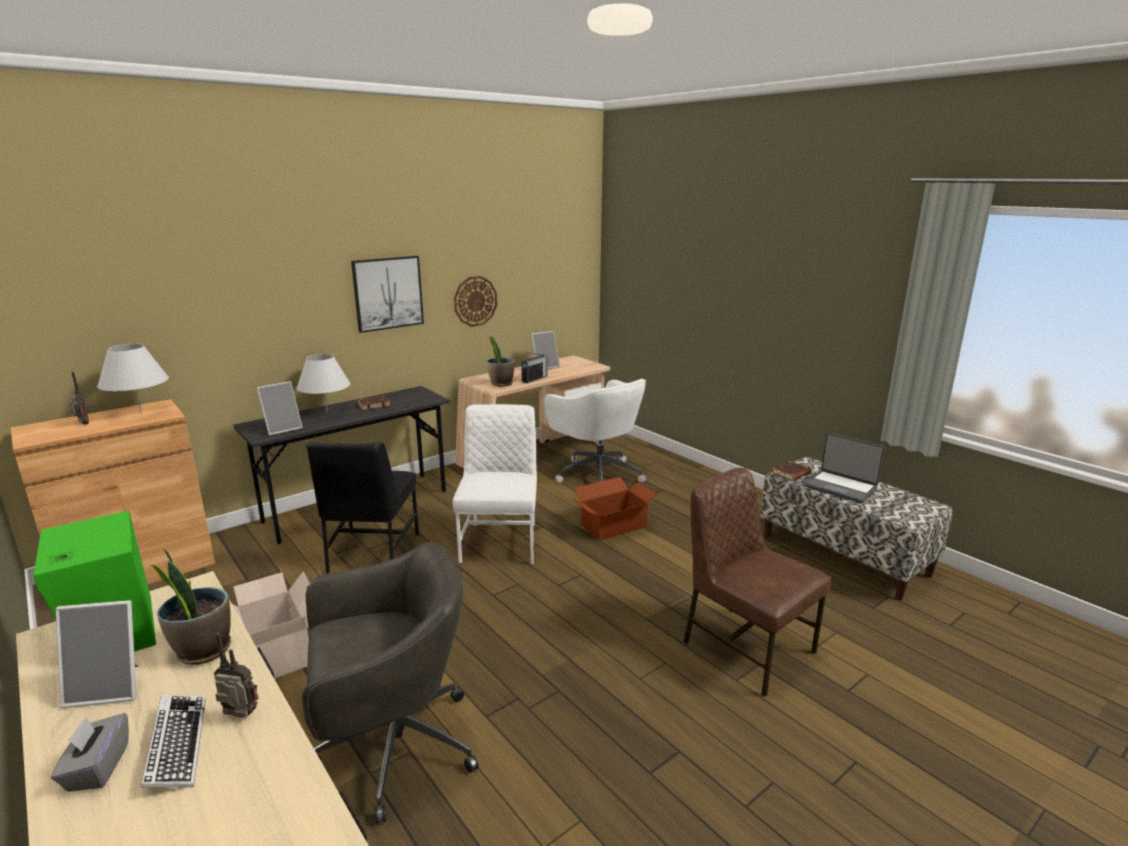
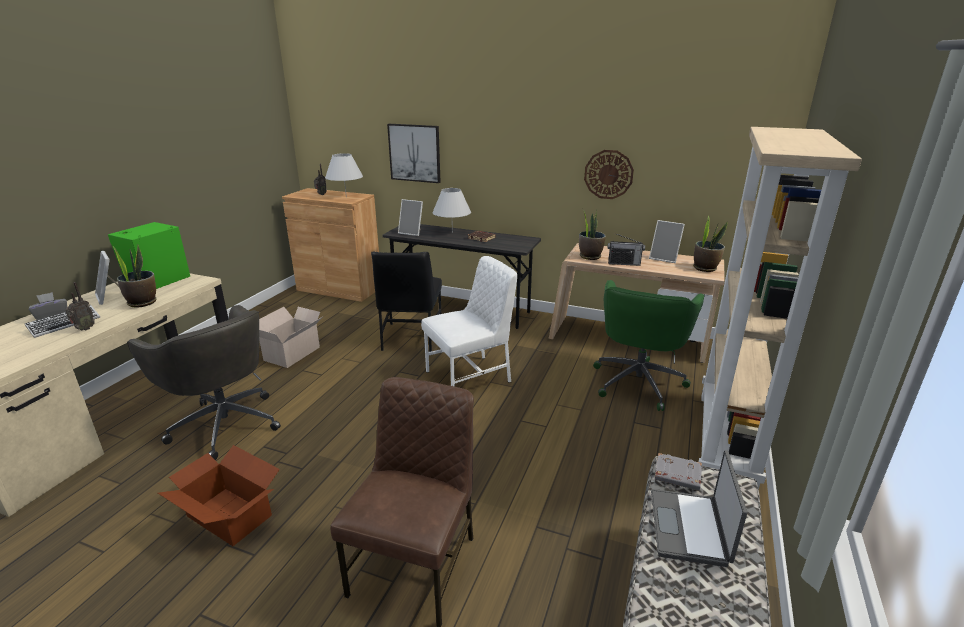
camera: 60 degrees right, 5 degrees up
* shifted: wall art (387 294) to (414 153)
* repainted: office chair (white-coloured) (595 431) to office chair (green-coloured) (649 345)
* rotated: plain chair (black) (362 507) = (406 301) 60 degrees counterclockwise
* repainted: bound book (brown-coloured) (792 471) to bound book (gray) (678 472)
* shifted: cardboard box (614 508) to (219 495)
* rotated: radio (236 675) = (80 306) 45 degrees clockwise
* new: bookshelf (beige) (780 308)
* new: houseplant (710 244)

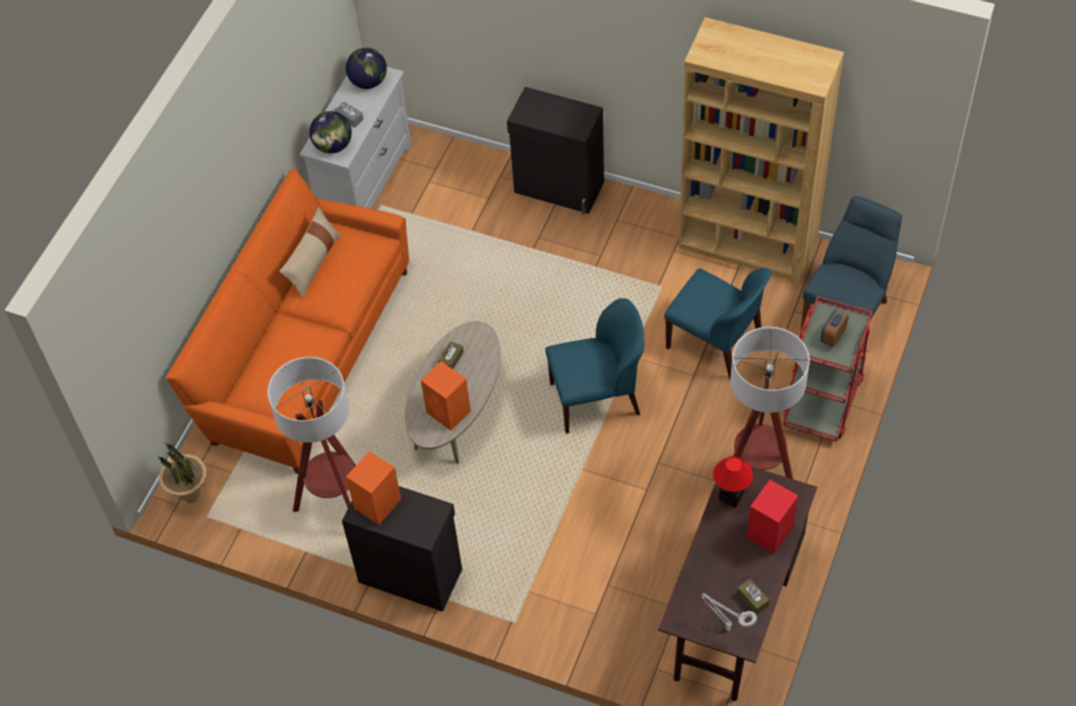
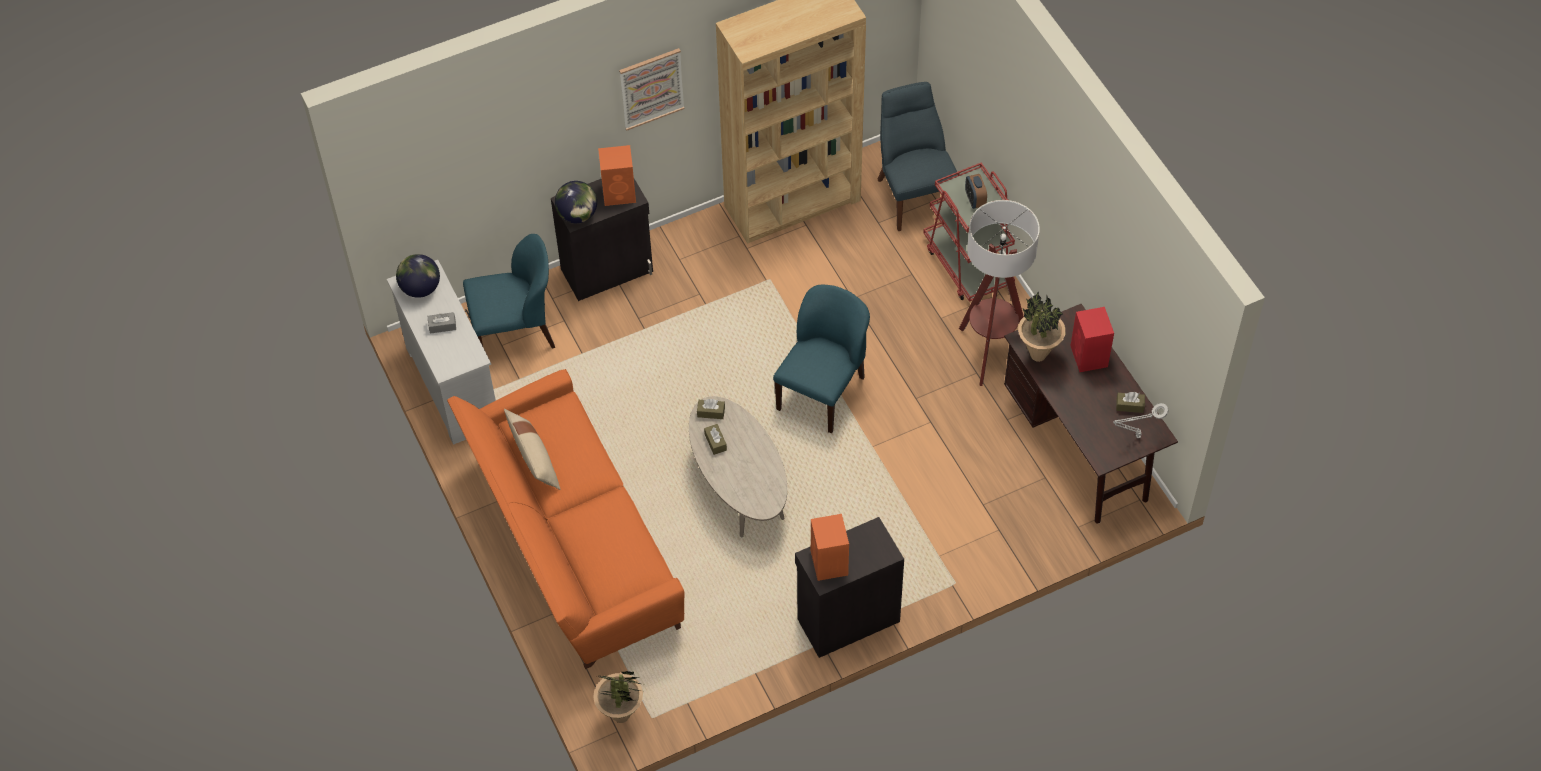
camera: 50 degrees left, 0 degrees up
* shifted: globe (330 132) to (576 202)
* shifted: plain chair (blue-coloured) (718 323) to (509 291)
* gone: standard lamp (312 434)
* shifted: loudspeaker (orange) (446 395) to (617 175)
* swapped: lamp for a table (733 481) to houseplant (1042 326)
* new: wall art (652 89)
* new: box of tissues (brown-coloured) (711 409)

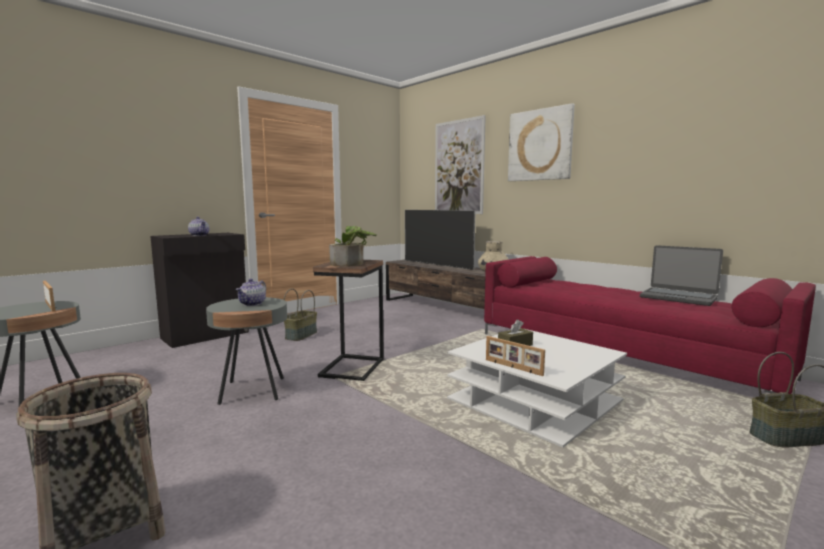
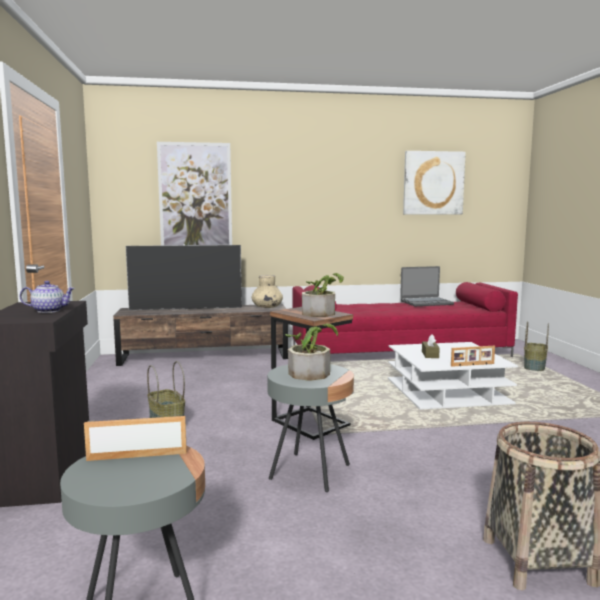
camera: 55 degrees left, 0 degrees up
* shifted: wall art (541 142) to (434 183)
* swapped: pot for tea (251 292) to houseplant (311 352)

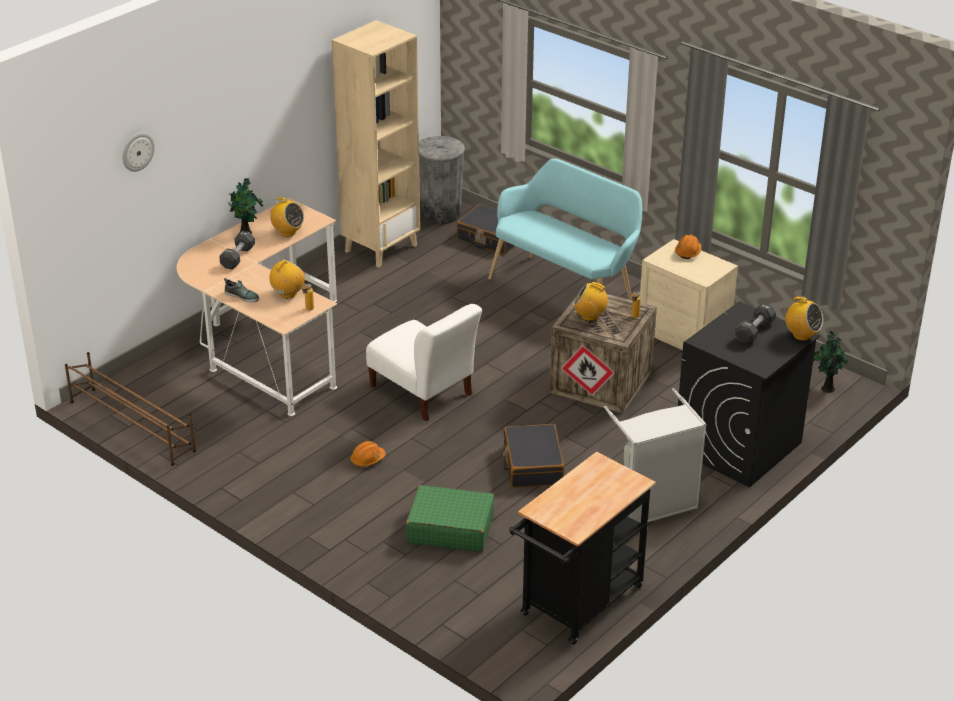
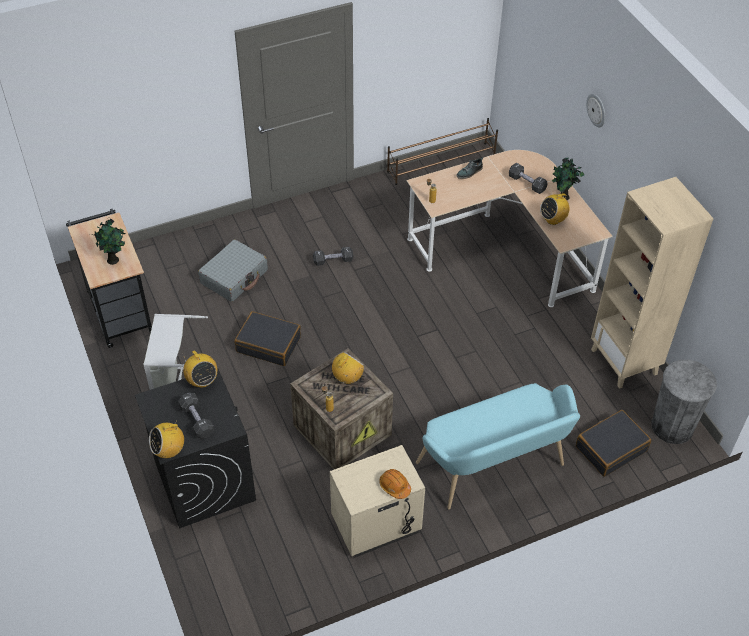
camera: 115 degrees right, 15 degrees up
* shifted: wall clock (138 152) to (595 110)
* shifted: radio (287 279) to (200 369)
* gone: plain chair (white-coloured) (424 362)
* shifted: houseplant (830 361) to (109 242)
* swapped: work helmet (orange) (368 454) to free weight (black) (333 256)
* repainted: piece of luggage (green-coloured) (450 518) to piece of luggage (gray) (233 270)

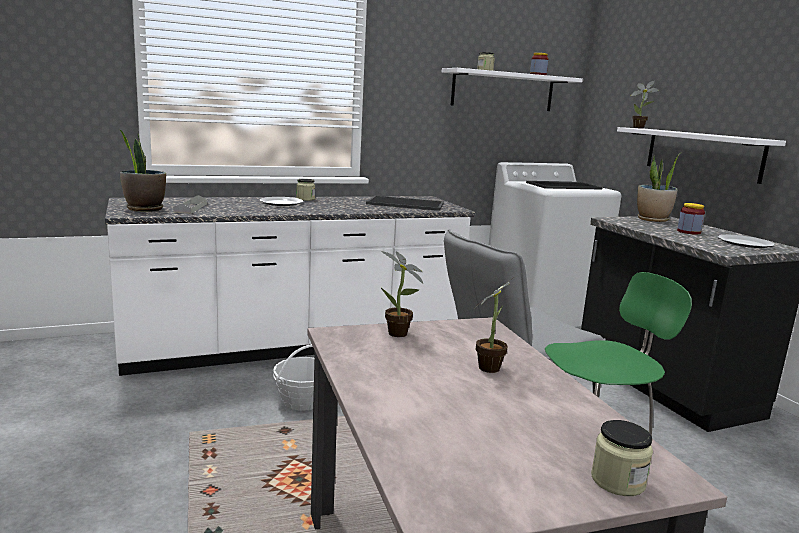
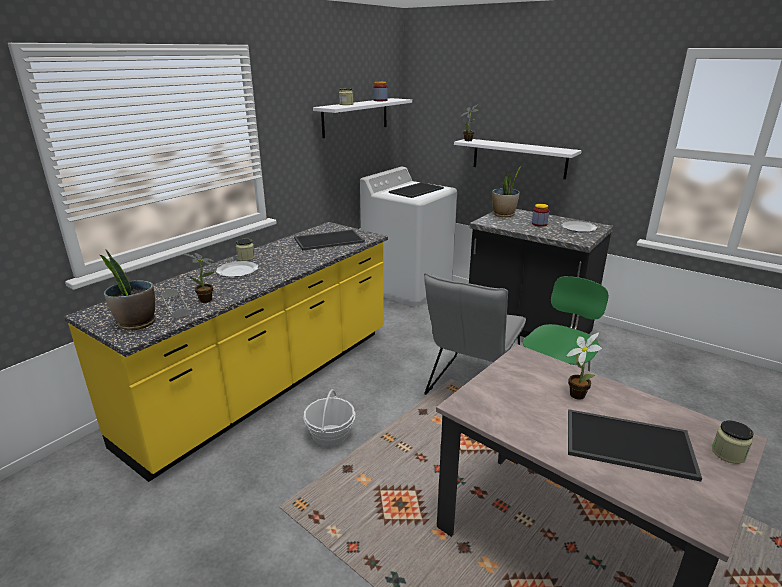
camera: 30 degrees left, 10 degrees up
* repainted: counter (white-coloured) (290 286) to counter (yellow) (226 352)
* shifted: houseplant (401 294) to (199 278)
* new: carrying tray (635 445)

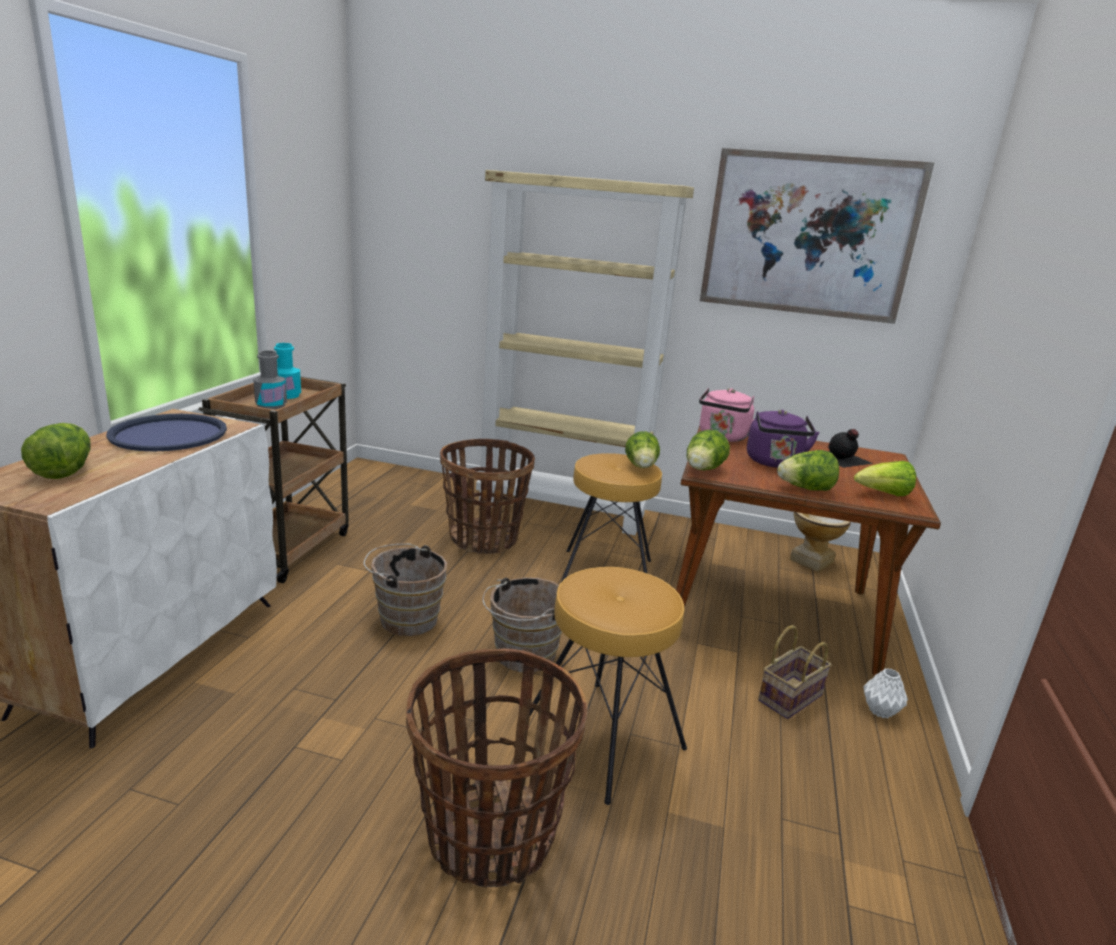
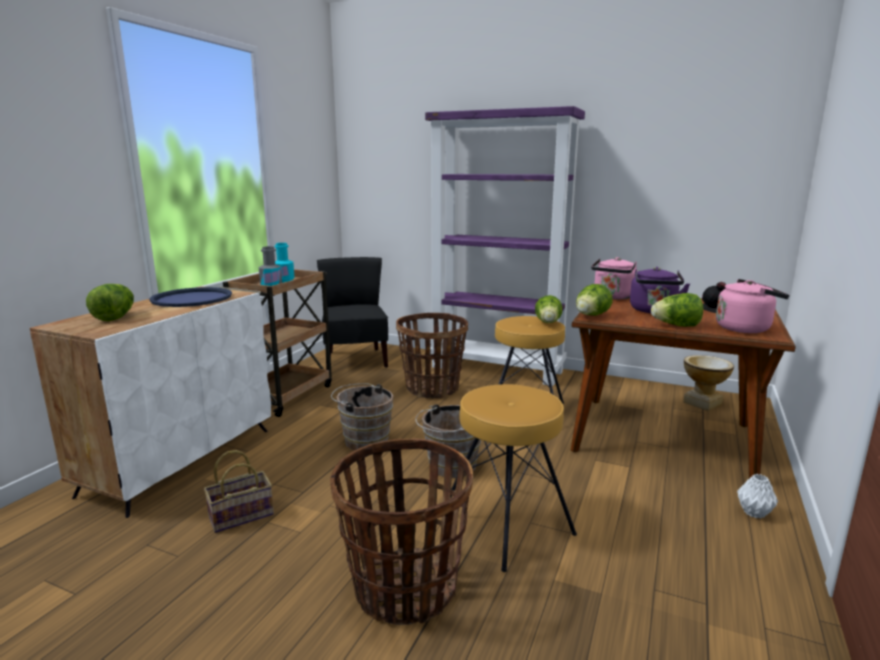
camera: 10 degrees right, 5 degrees down
* gone: wall art (817 236)
* repainted: bookshelf (beige) (585 352) to bookshelf (purplish) (505 246)
* swapped: lettuce head (885 478) to tea kettle (pink) (752 306)
* shifted: storage basket (795 672) to (239 491)
* new: plain chair (black) (352 313)

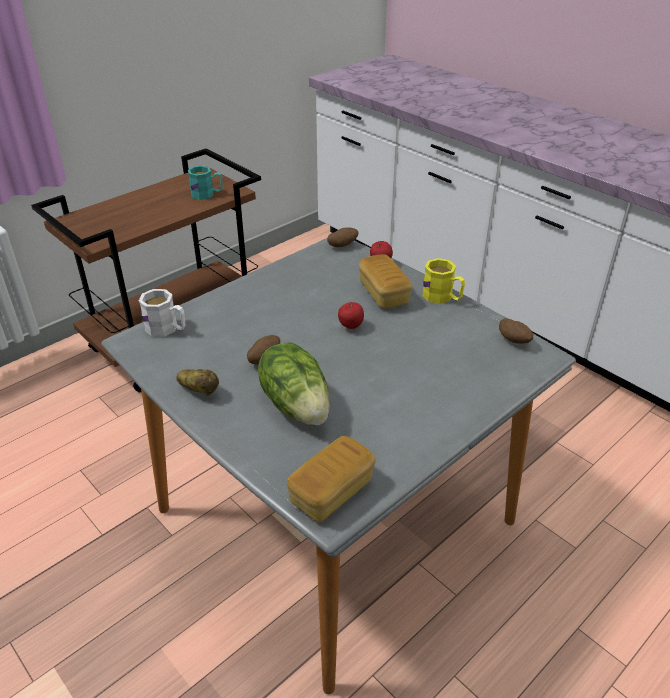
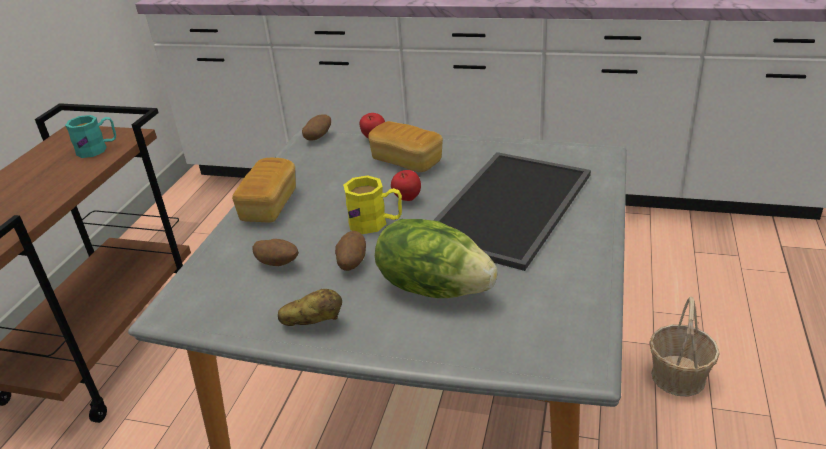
camera: 30 degrees left, 5 degrees down
* shifted: tea mug (yellow) (443 281) to (372 204)
* gone: tea mug (white-coloured) (162 313)
* shifted: potato (516 331) to (275 252)
* shifted: bread (331 479) to (264 190)
* new: carrying tray (512 211)
* new: storage basket (684 346)

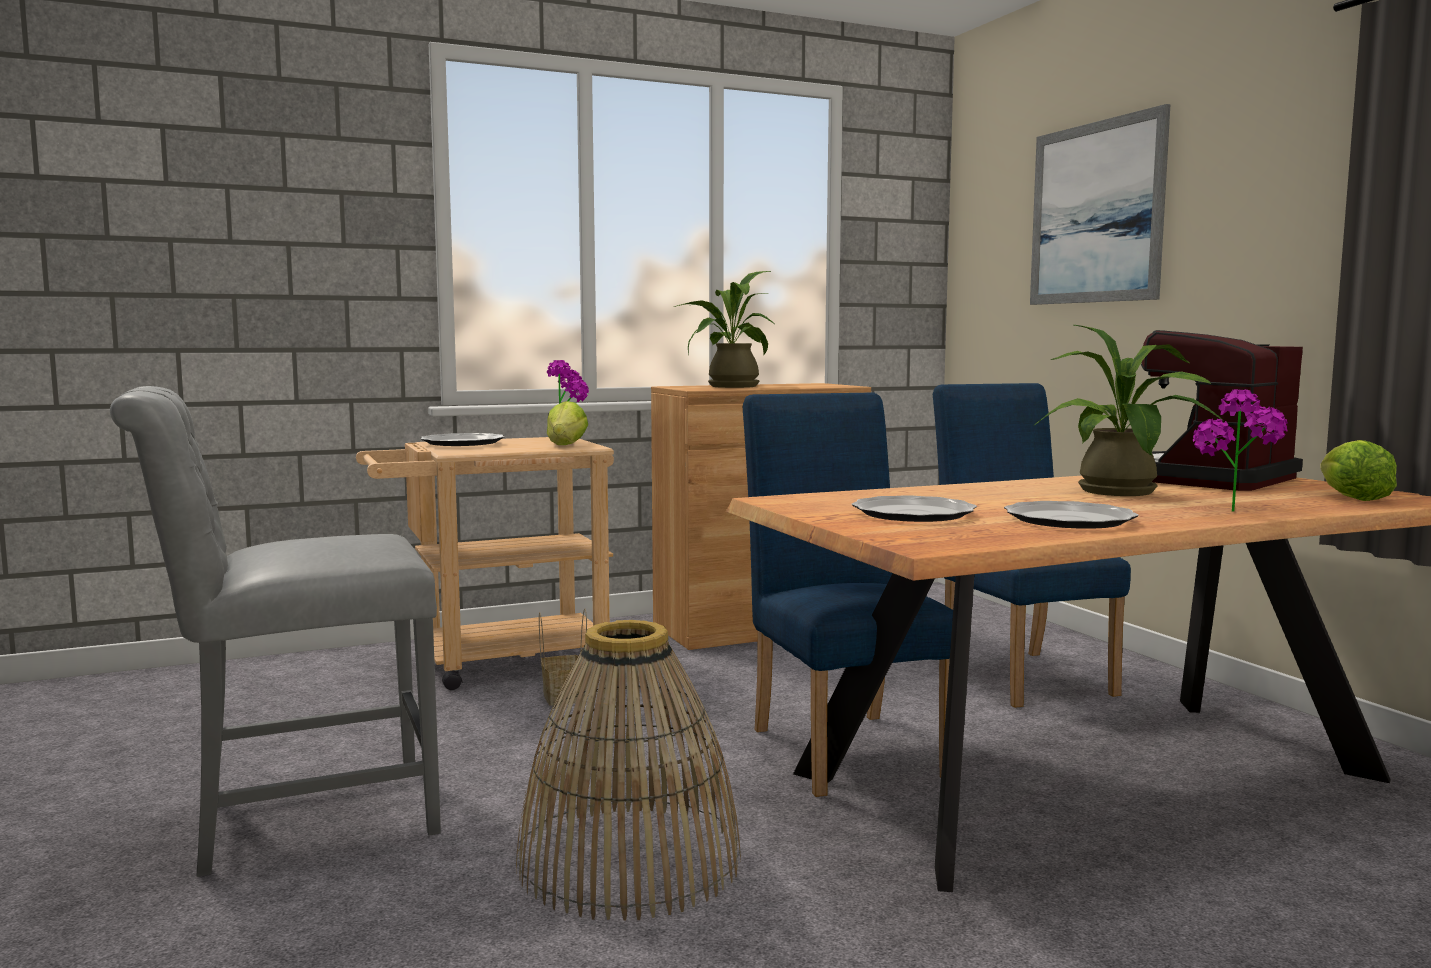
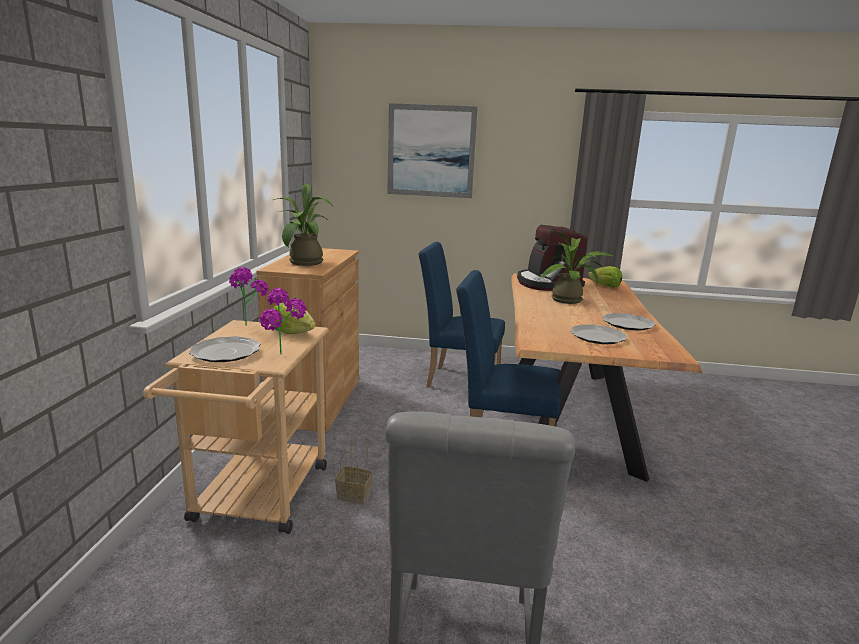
camera: 60 degrees left, 10 degrees up
* shifted: houseplant (1240 450) to (283 321)
* gone: storage basket (628 770)

